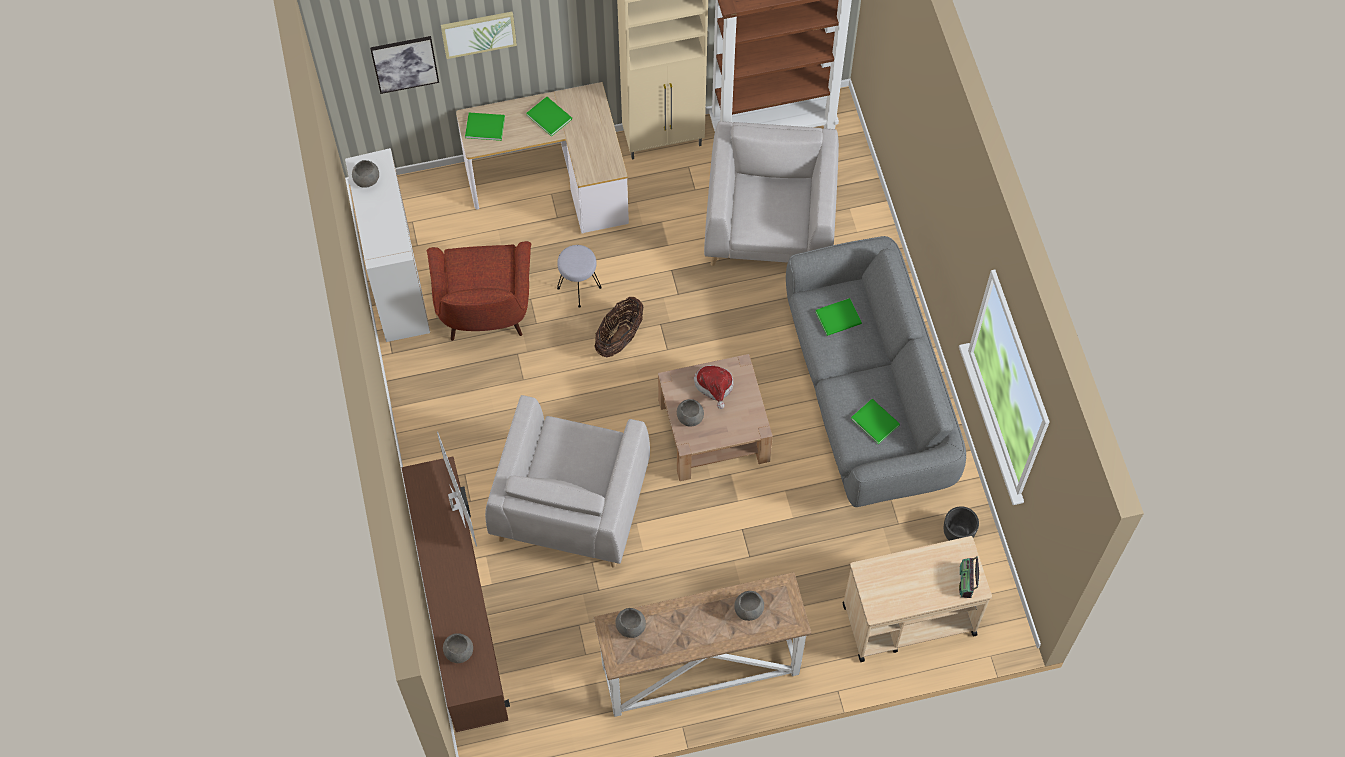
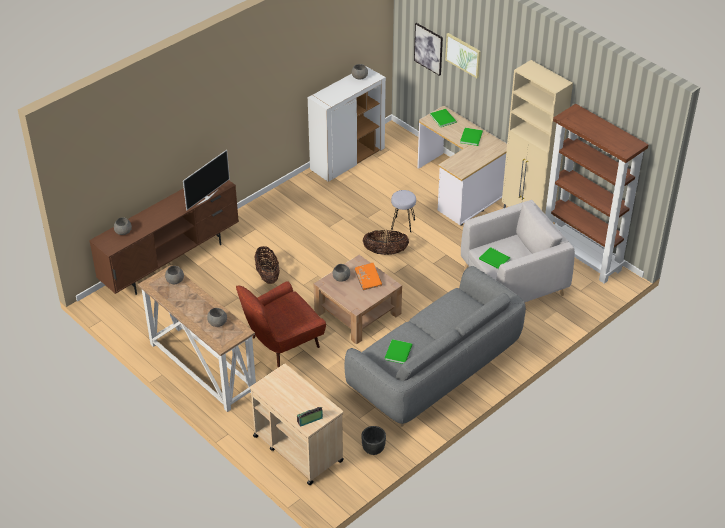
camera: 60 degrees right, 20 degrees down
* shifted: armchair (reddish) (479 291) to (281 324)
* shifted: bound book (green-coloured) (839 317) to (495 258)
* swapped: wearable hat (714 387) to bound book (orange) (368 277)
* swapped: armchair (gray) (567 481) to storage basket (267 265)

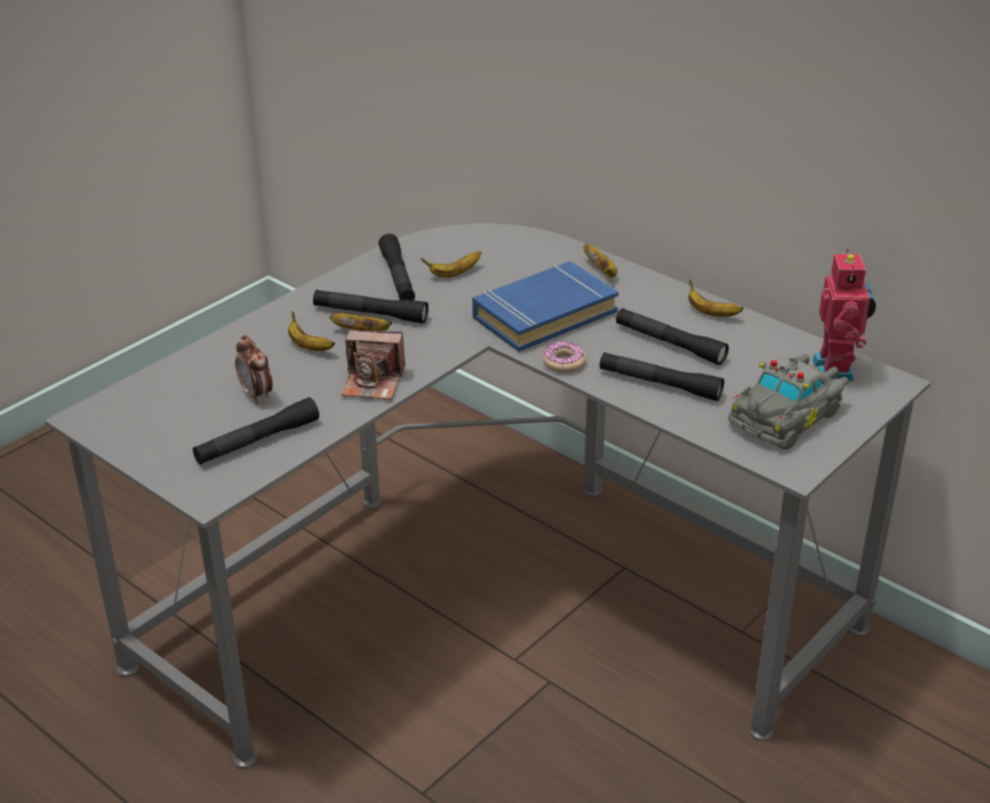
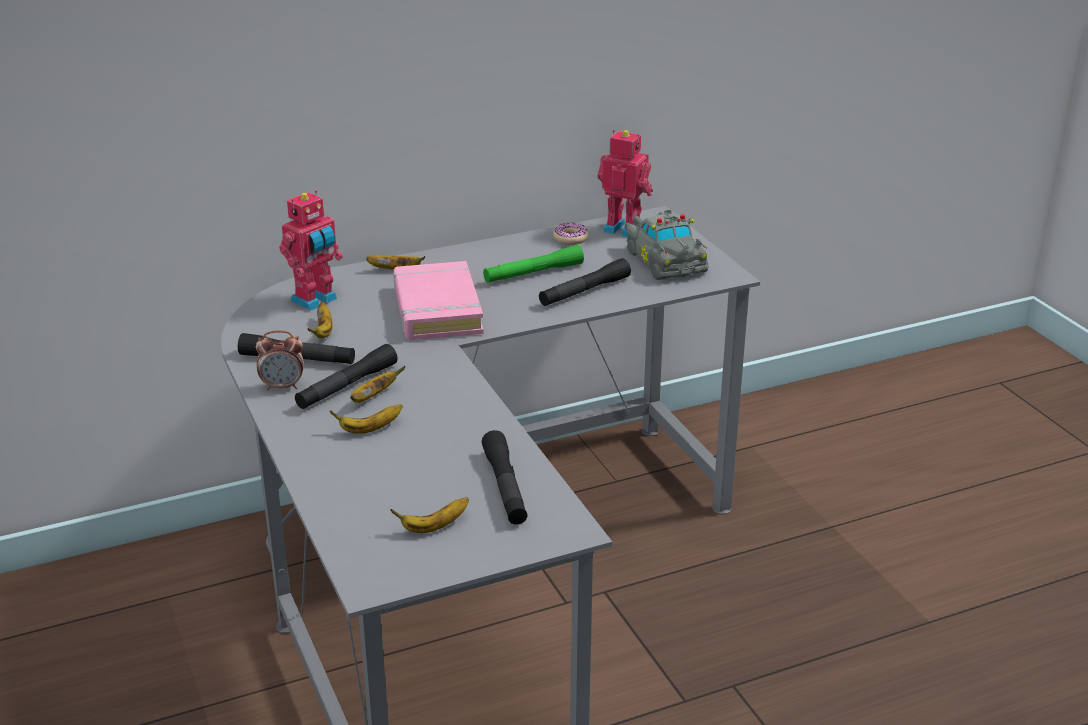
camera: 65 degrees left, 5 degrees down
* repainted: bound book (blue-coloured) (545 306) to bound book (pink) (438 300)
* shifted: banana (715 298) to (429 515)
* repainted: torch (black) (672 336) to torch (green-coloured) (533 264)
* gone: photo camera (373 365)
* shifted: bedside clock (254 369) to (280 360)
* shifted: donut (564 357) to (571 234)
* new: robot figure (311 250)

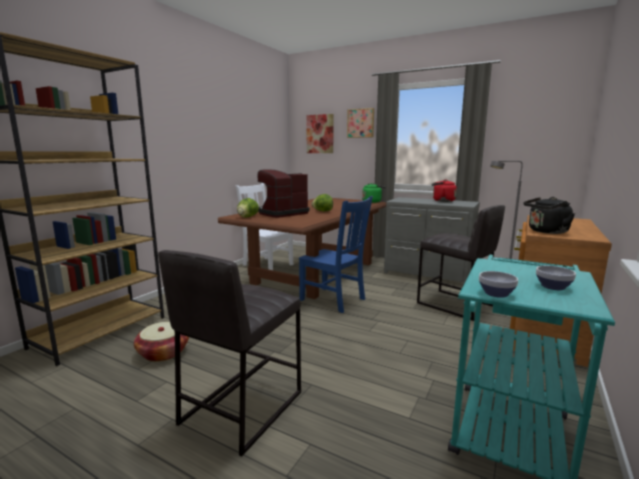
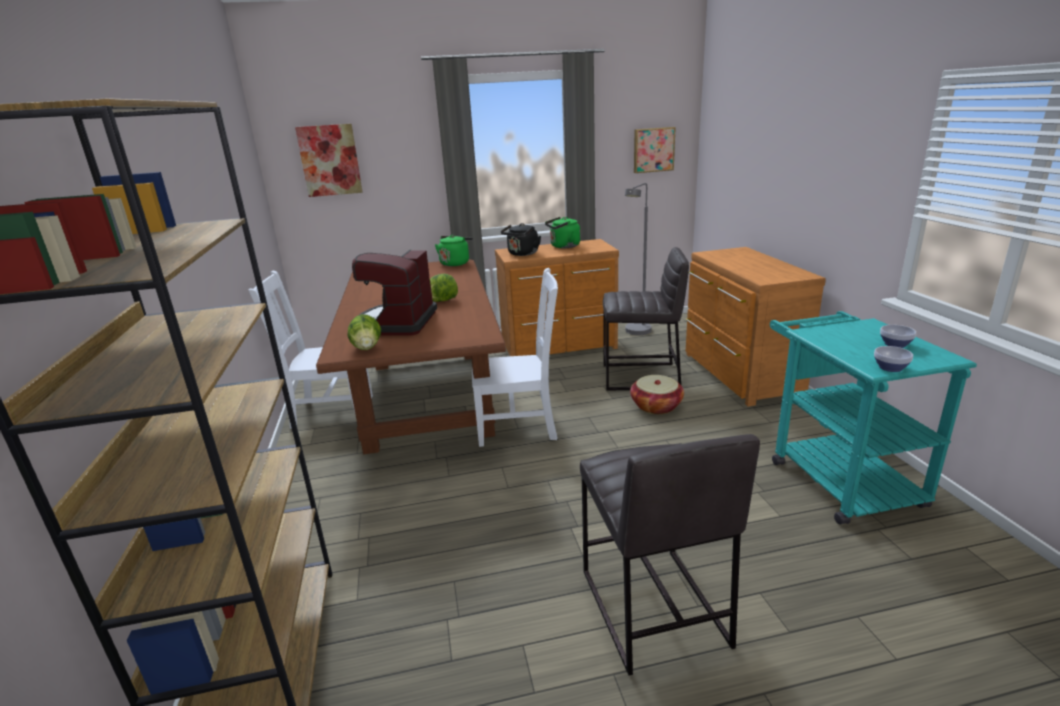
camera: 40 degrees left, 10 degrees up
* shifted: wall art (360 123) to (655 150)
* repainted: tea kettle (reddish) (444 190) to tea kettle (green-coloured) (562 232)
* repainted: plain chair (blue-coloured) (336 254) to plain chair (white-coloured) (515 357)
* repainted: chest of drawers (gray) (432 241) to chest of drawers (brown-coloured) (557 297)
* shifted: tea kettle (black) (549 215) to (521 239)
* shifted: storage basket (161 342) to (657 394)

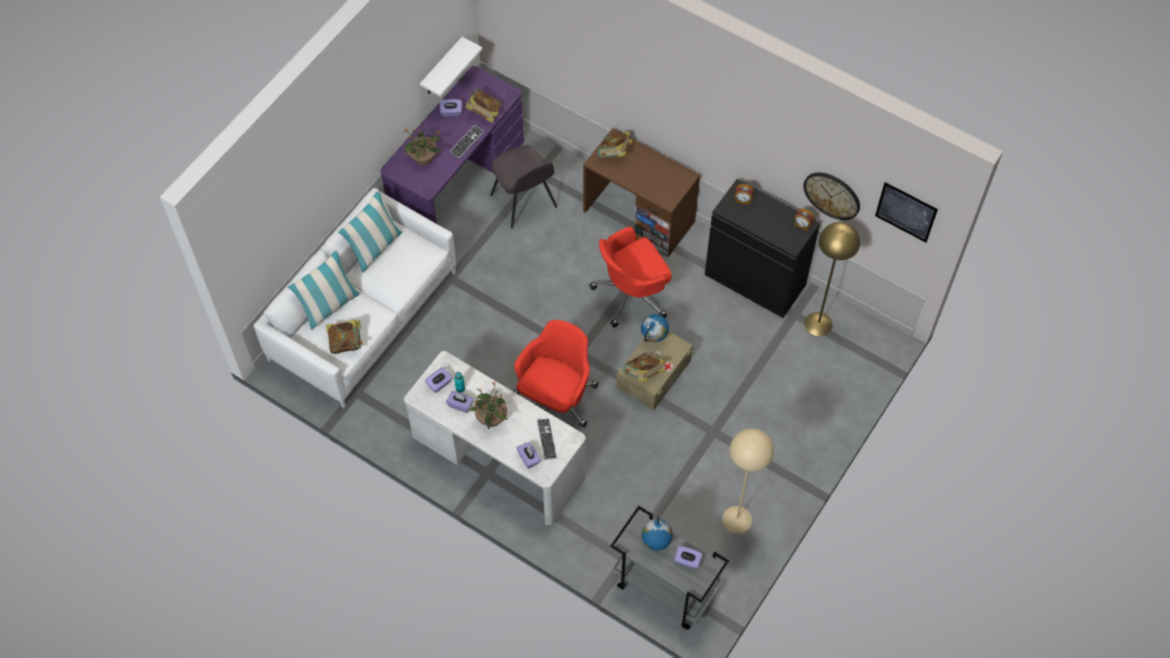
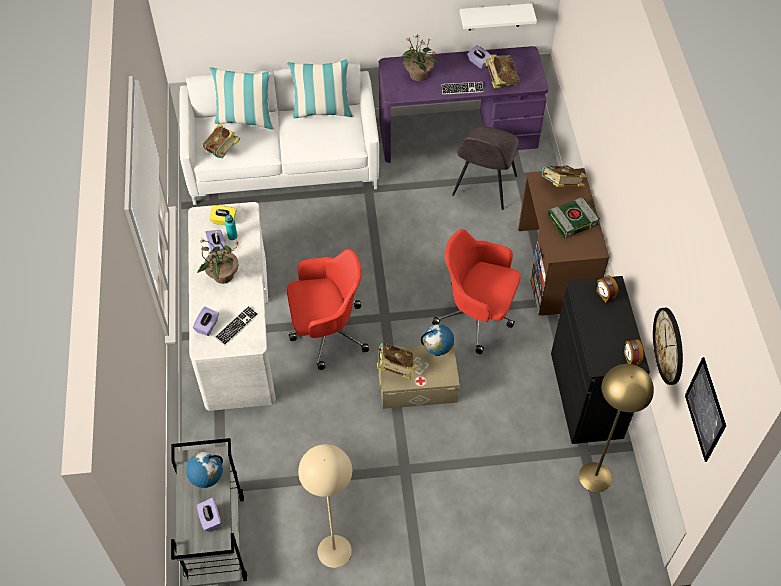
camera: 50 degrees right, 5 degrees down
* repainted: box of tissues (purplish) (438 380) to box of tissues (yellow) (222 215)
* new: bound book (573 218)

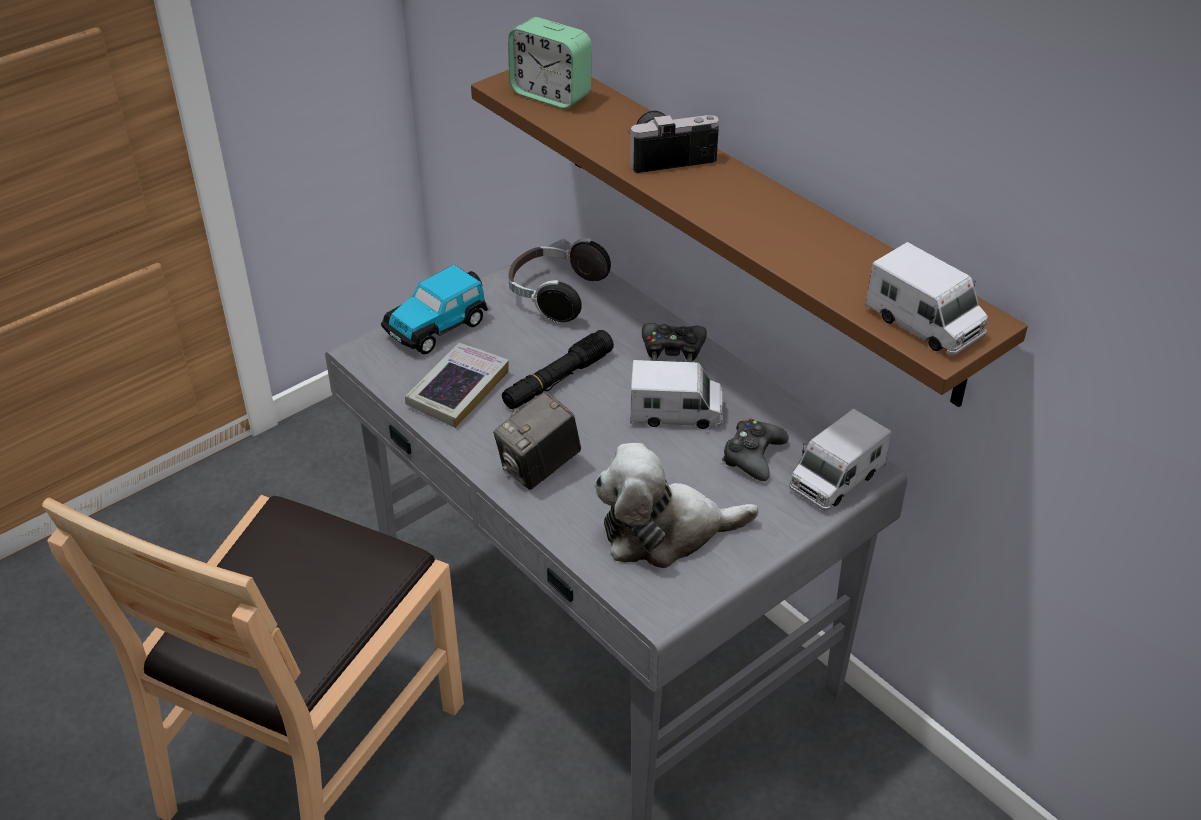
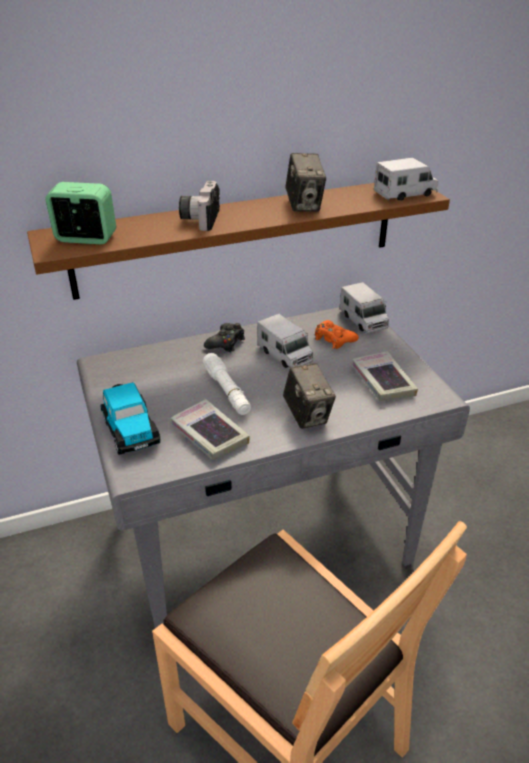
camera: 70 degrees left, 5 degrees down
* rotated: bedside clock (550 63) = (81 213) 135 degrees counterclockwise
* gone: headphones (560 280)
* repainted: torch (black) (558 369) to torch (white-coloured) (227 384)
* rotated: toy lorry (676 394) = (285 341) 120 degrees clockwise
* repainted: game controller (black) (755 450) to game controller (orange) (337 334)
* swapped: plush toy (676 505) to bound book (384 376)
* new: photo camera (305 182)

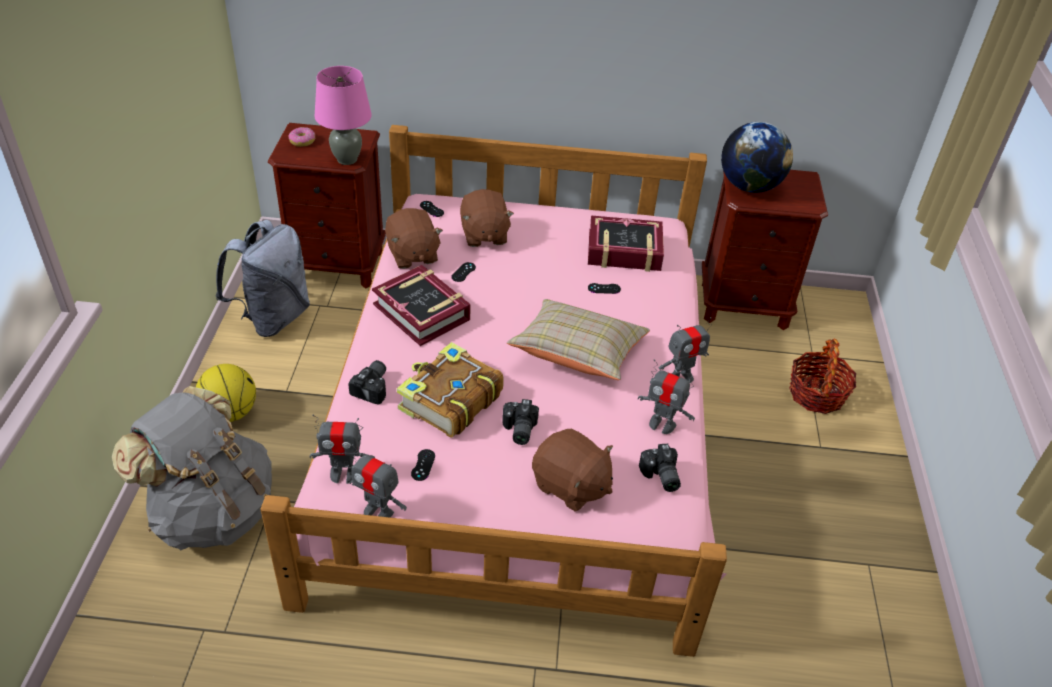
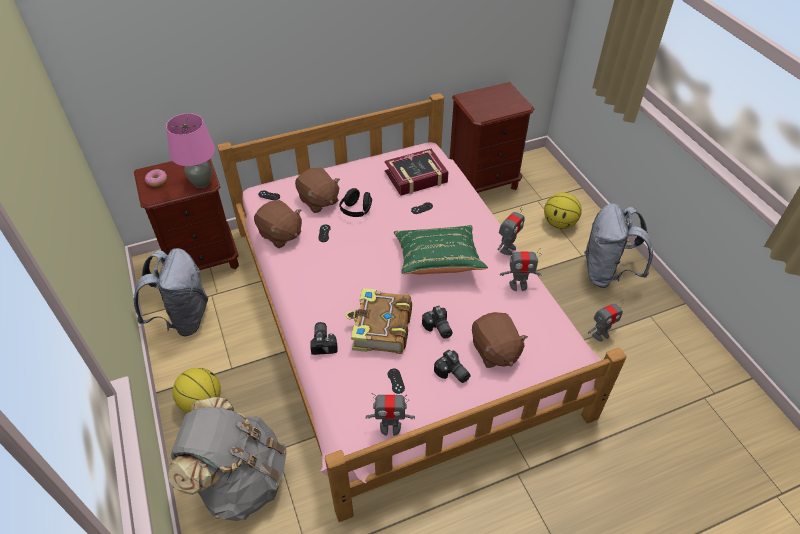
camera: 25 degrees left, 5 degrees up
* gone: globe (757 157)
* gone: bound book (421 305)
* repainted: pillow (beige) (578 339) to pillow (green-coloured) (441 249)
* swapped: storage basket (822 376) to ball for basketball (563 210)
* shifted: robot figure (342 449) to (606 320)
* rotated: plush toy (brown-coloured) (572 470) = (500 340) 60 degrees clockwise
* shifted: photo camera (660 468) to (452 366)
* new: headphones (black) (355 202)
* new: backpack (gray) (618 245)

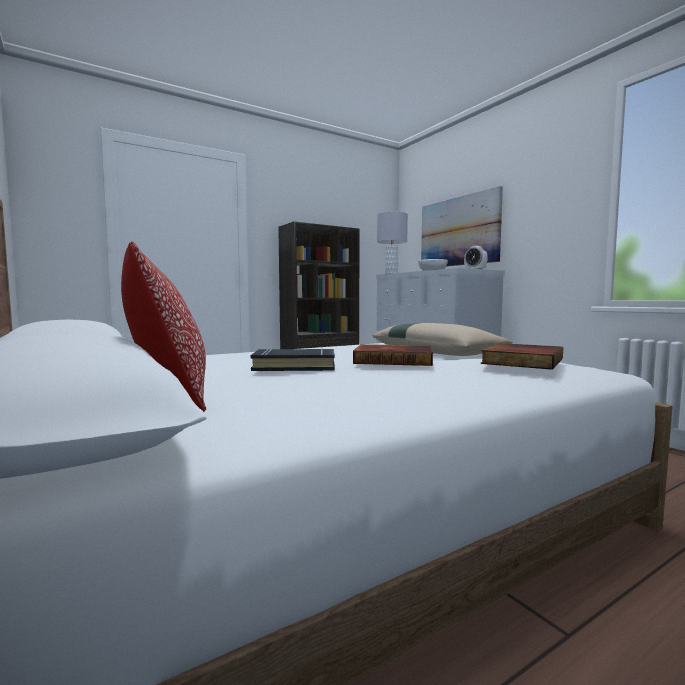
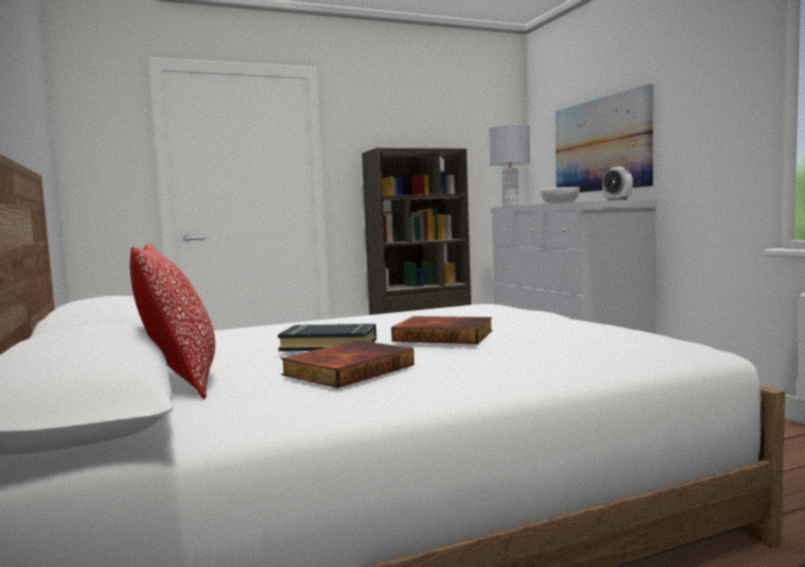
camera: 10 degrees right, 0 degrees up
* gone: pillow (beige) (442 339)
* shifted: bound book (521 356) to (347 364)

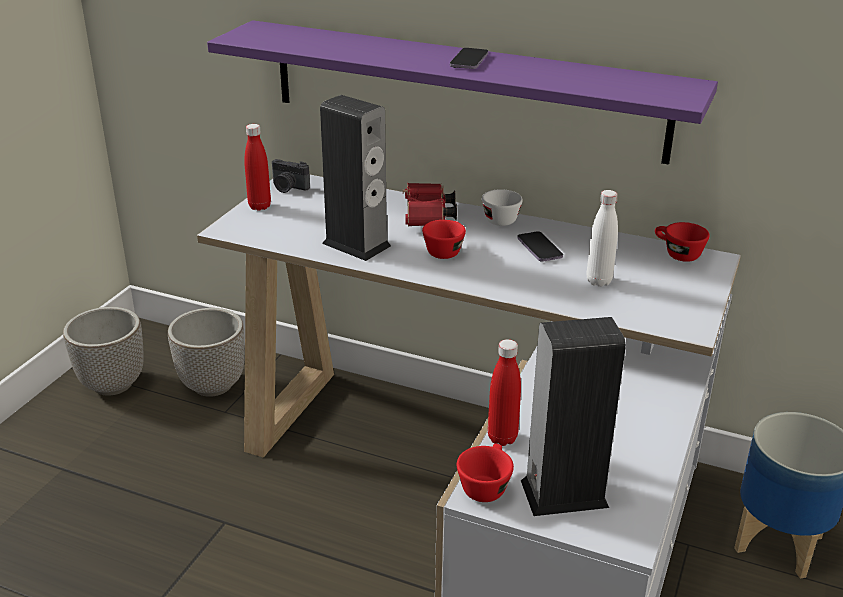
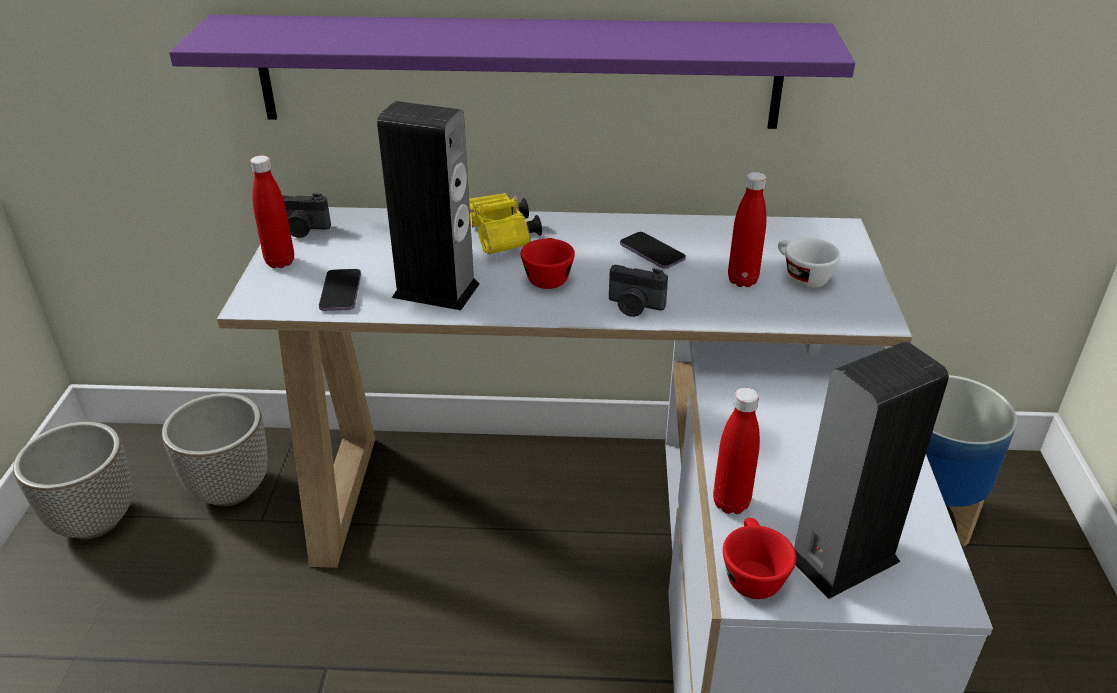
camera: 20 degrees left, 5 degrees up
* shifted: phone (469 58) to (340 290)
* repainted: binoculars (reddish) (430 205) to binoculars (yellow) (505 224)
* shifted: drinking cup (white-coloured) (502 207) to (809 263)
* repainted: drink bottle (white-coloured) (602 238) to drink bottle (reddish) (747 229)
* gone: drinking cup (reddish) (682 242)
* new: photo camera (638 291)

